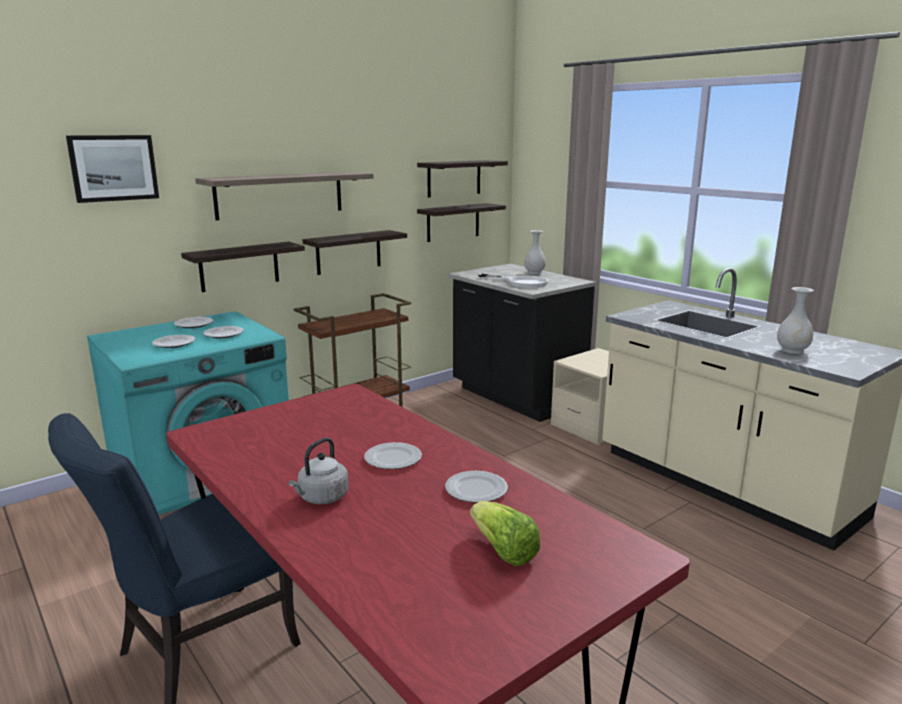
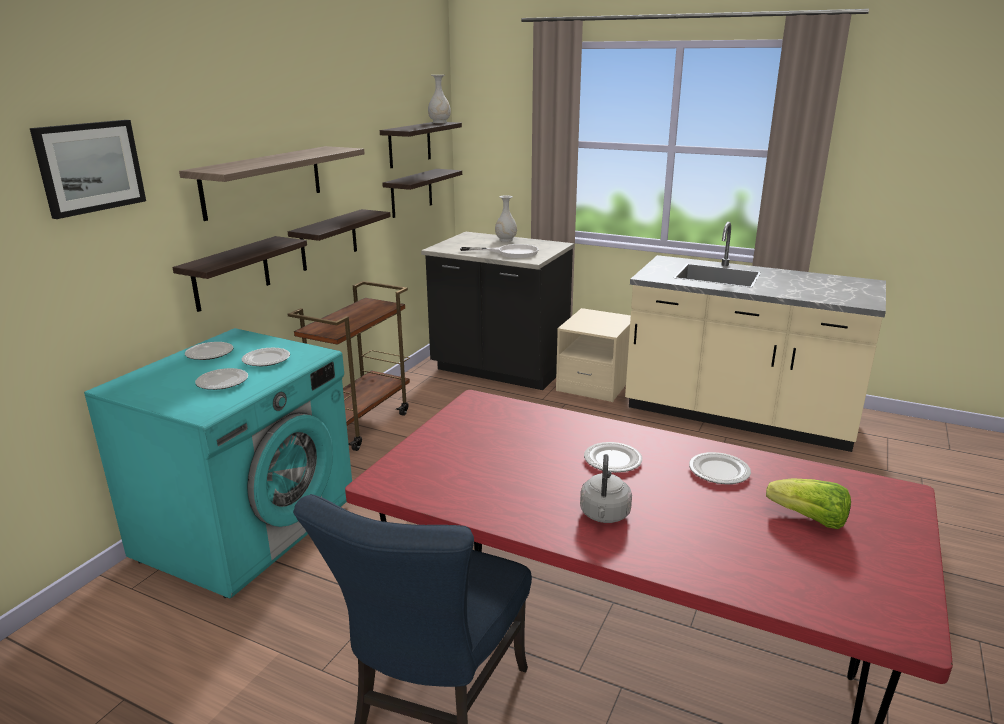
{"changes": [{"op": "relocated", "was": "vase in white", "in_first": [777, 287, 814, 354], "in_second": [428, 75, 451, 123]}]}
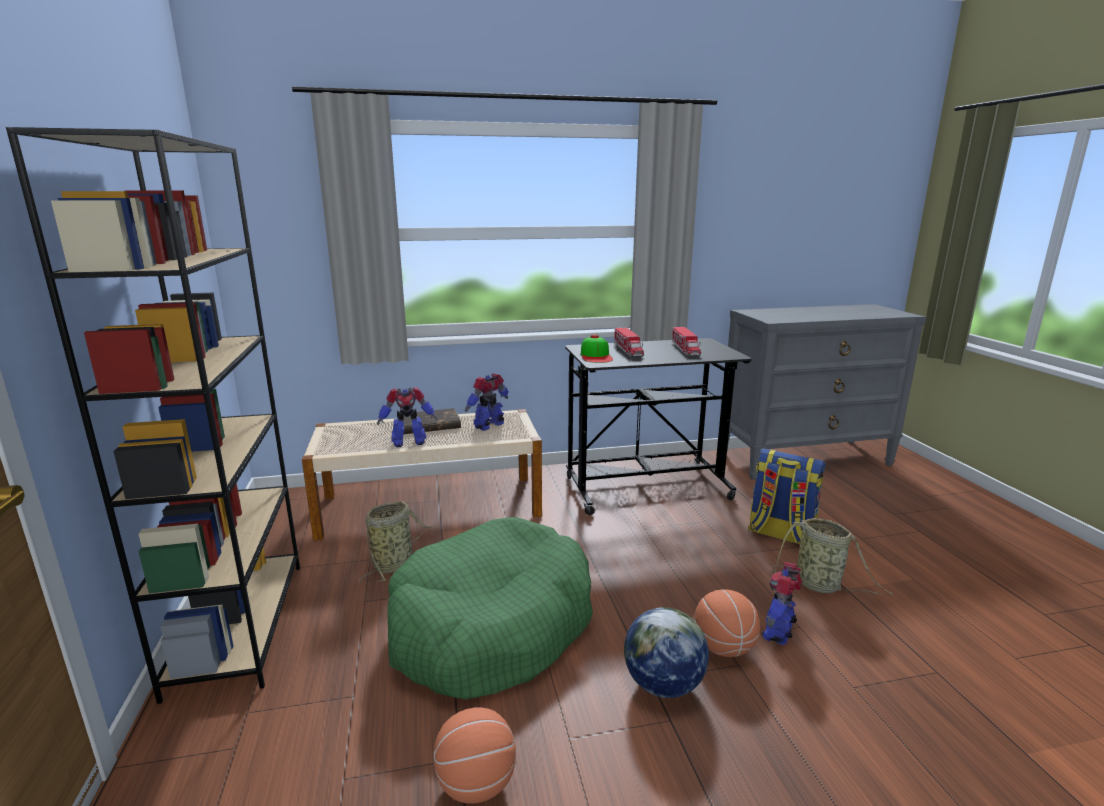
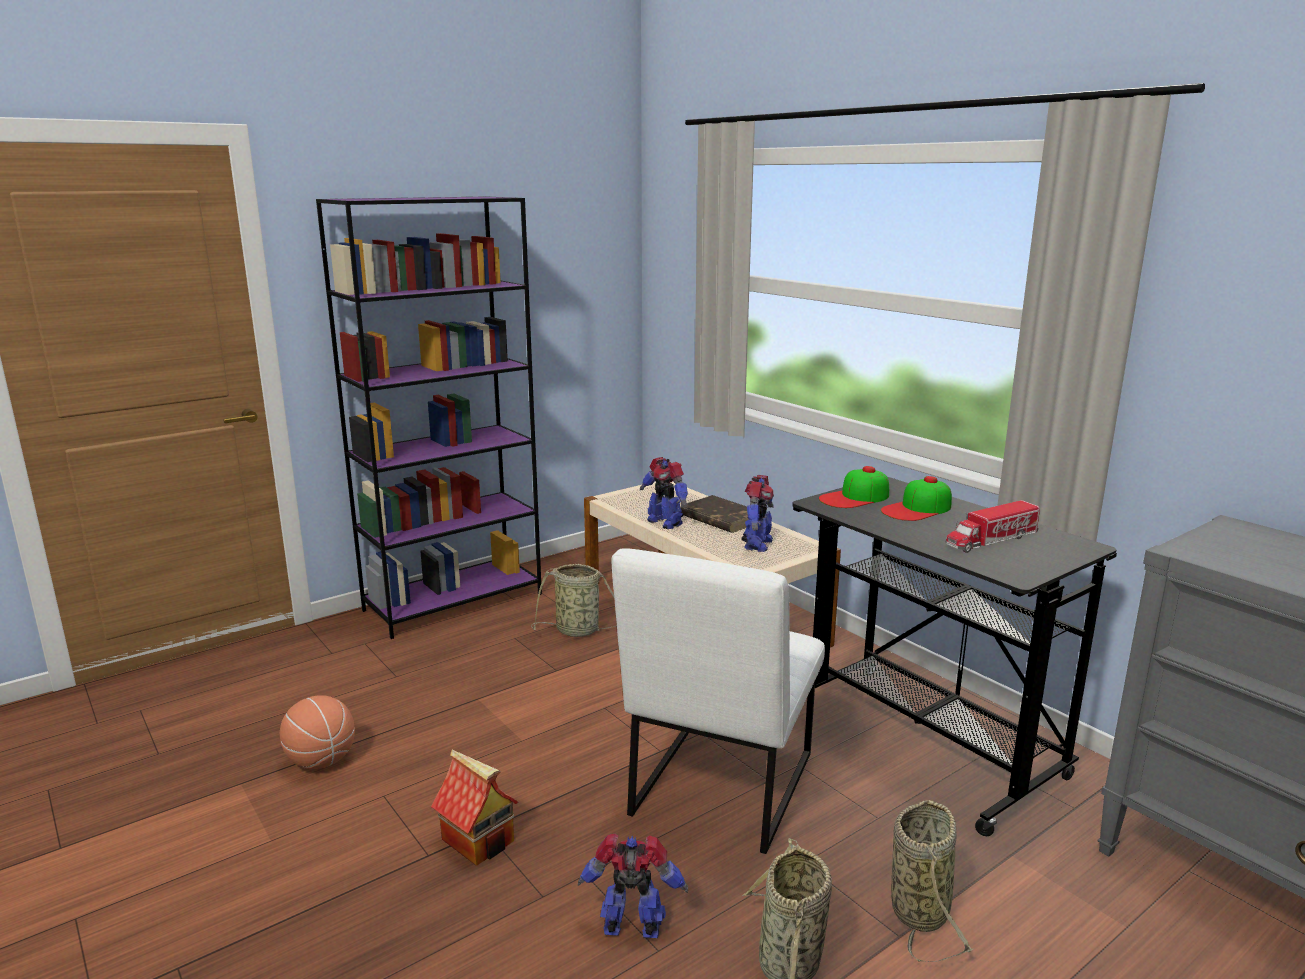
{"changes": [{"op": "missing", "was": "dog bed in green", "in_first": [387, 517, 593, 700]}, {"op": "missing", "was": "basketball", "in_first": [694, 589, 760, 657]}, {"op": "appeared", "now": "chair in white", "in_second": [612, 548, 825, 854]}, {"op": "exchanged", "was": "toy truck", "now": "cap", "in_first": [614, 328, 644, 357], "in_second": [881, 476, 952, 521]}, {"op": "exchanged", "was": "globe", "now": "toy house", "in_first": [624, 607, 709, 698], "in_second": [431, 749, 518, 866]}, {"op": "exchanged", "was": "backpack", "now": "basket", "in_first": [748, 449, 826, 544], "in_second": [891, 800, 973, 962]}, {"op": "colour", "was": "bookcase in beige", "now": "bookcase in purple", "in_first": [6, 127, 300, 704], "in_second": [316, 196, 542, 639]}, {"op": "spun", "was": "toy robot", "in_first": [465, 373, 508, 431], "in_second": [742, 475, 774, 552], "clockwise": 90}]}
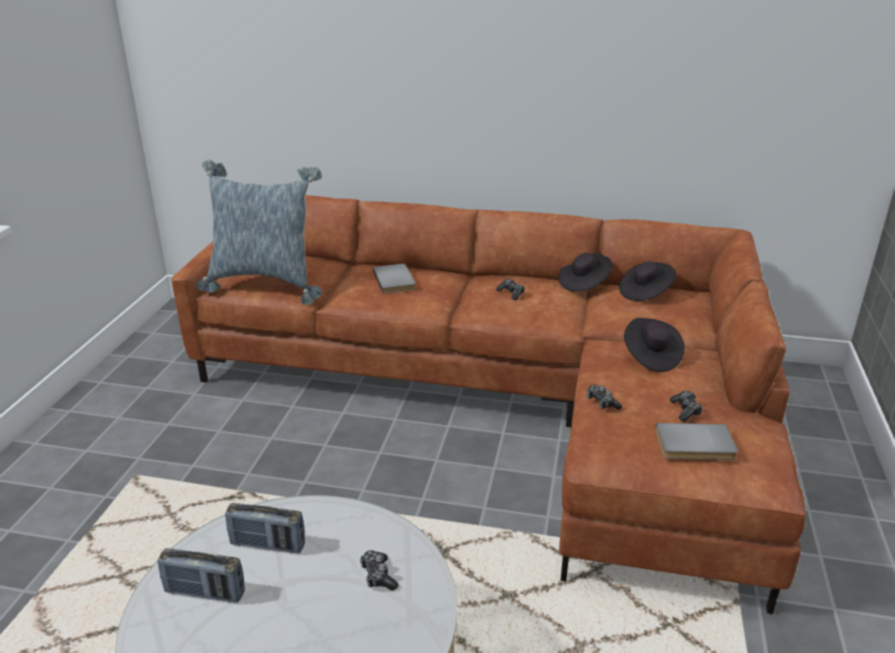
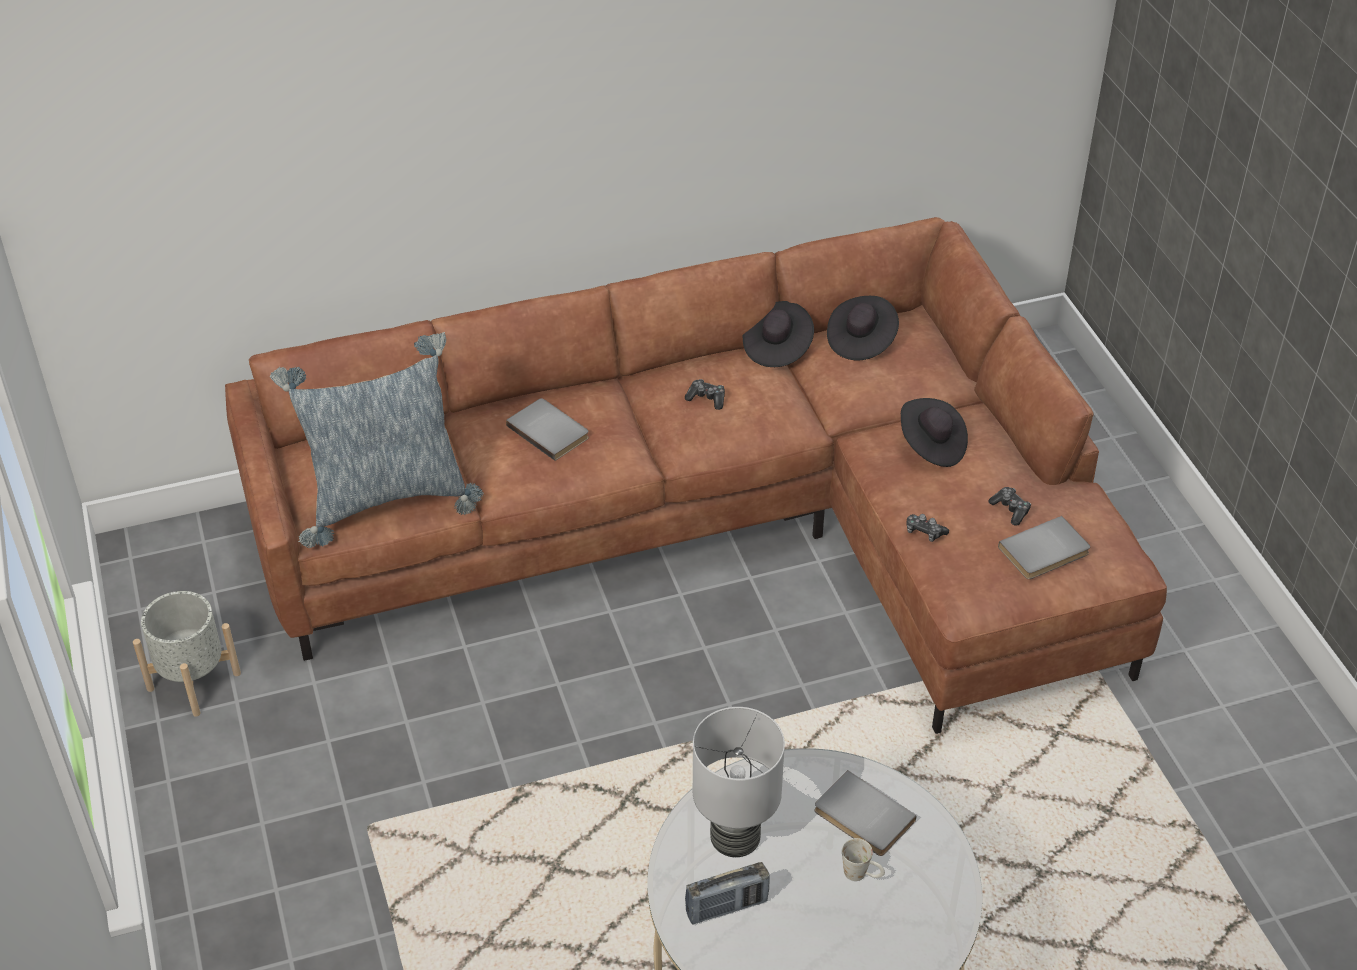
{"changes": [{"op": "appeared", "now": "planter in grey", "in_second": [133, 591, 241, 717]}, {"op": "appeared", "now": "mug in white", "in_second": [842, 838, 885, 881]}, {"op": "exchanged", "was": "radio", "now": "table lamp in grey", "in_first": [225, 503, 305, 553], "in_second": [693, 707, 785, 857]}, {"op": "exchanged", "was": "game controller", "now": "book in grey", "in_first": [360, 550, 398, 591], "in_second": [815, 770, 916, 856]}]}
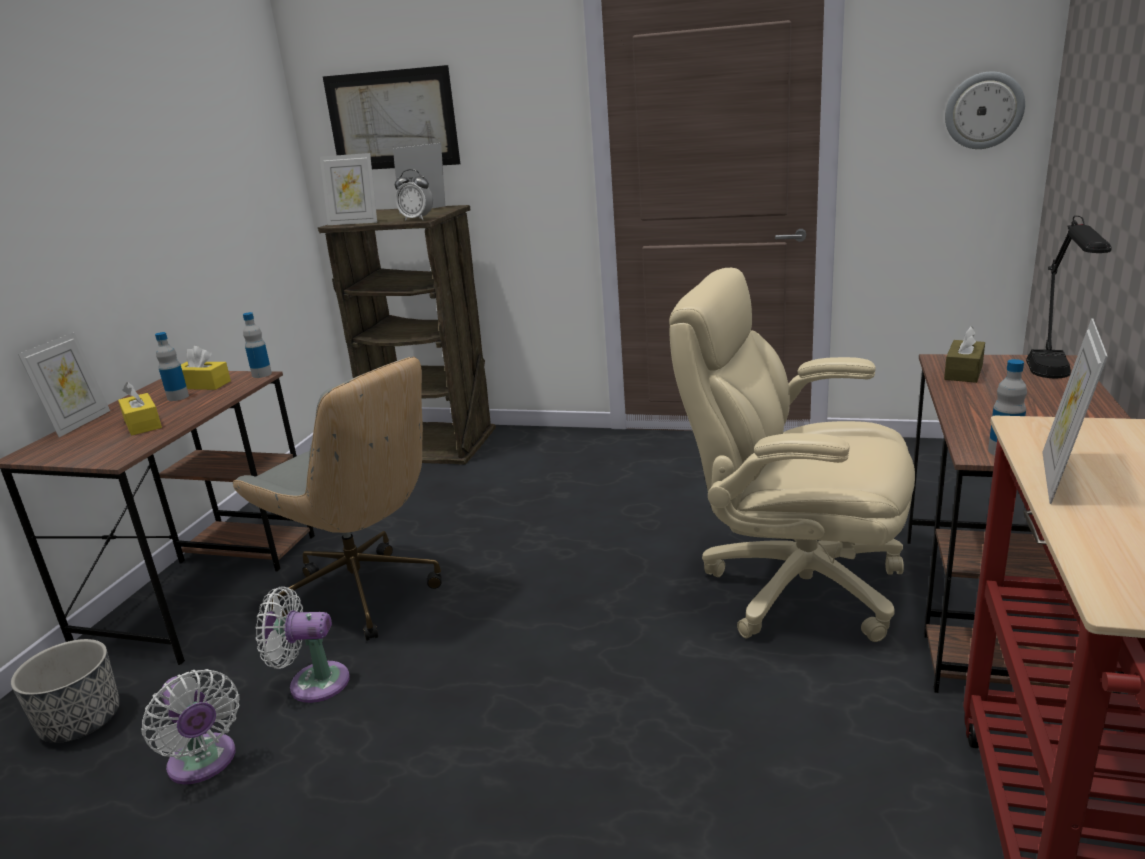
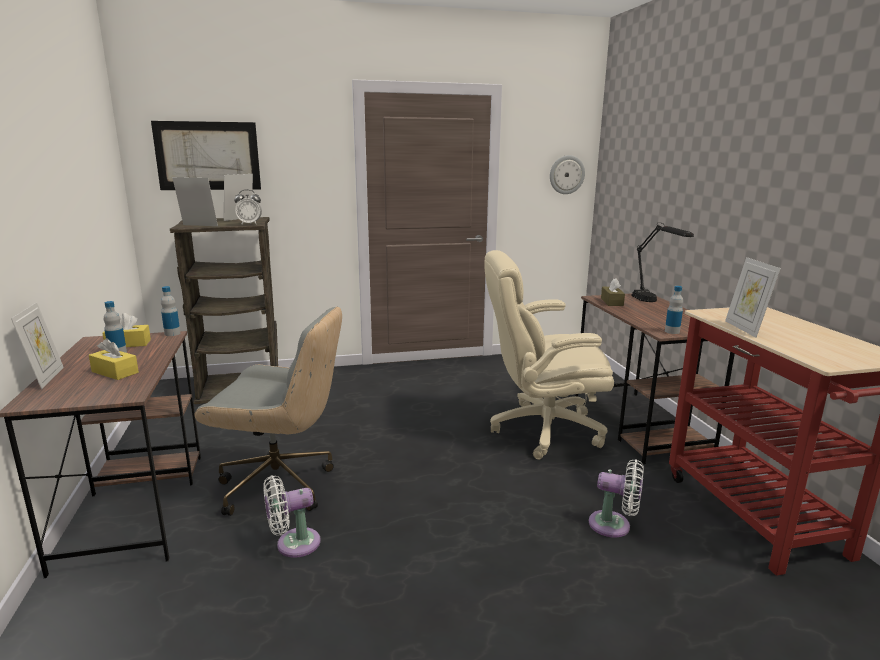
{"changes": [{"op": "missing", "was": "planter", "in_first": [11, 639, 120, 743]}, {"op": "relocated", "was": "fan in white", "in_first": [141, 669, 240, 784], "in_second": [589, 459, 644, 537]}, {"op": "spun", "was": "picture frame", "in_first": [320, 153, 377, 225], "in_second": [172, 177, 218, 226], "clockwise": -150}]}
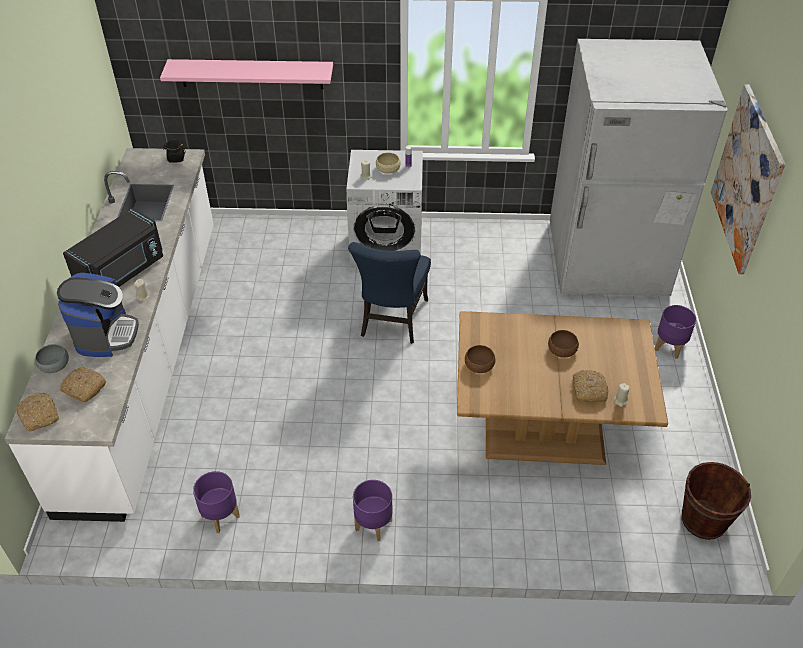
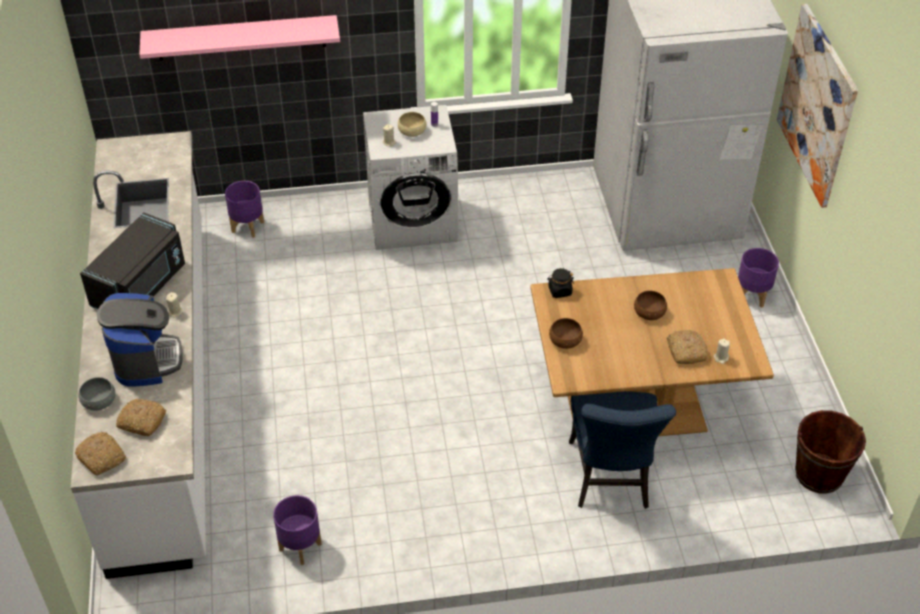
{"changes": [{"op": "relocated", "was": "jar in black", "in_first": [163, 140, 186, 162], "in_second": [547, 268, 574, 298]}, {"op": "relocated", "was": "chair in blue", "in_first": [348, 242, 431, 344], "in_second": [569, 391, 676, 509]}, {"op": "relocated", "was": "planter in purple", "in_first": [353, 480, 392, 541], "in_second": [225, 181, 264, 238]}]}
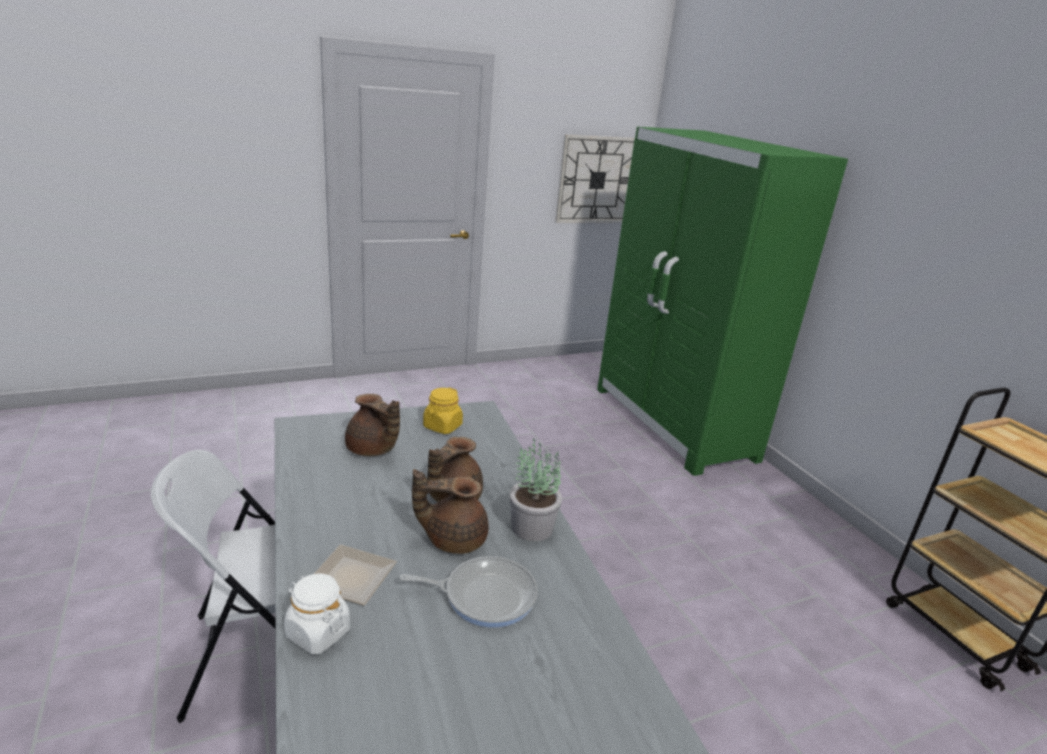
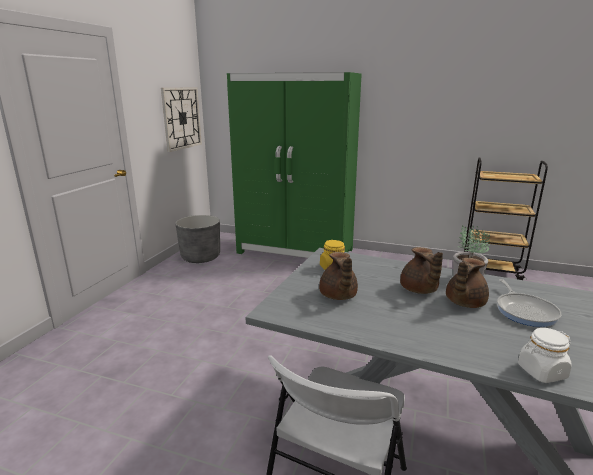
{"changes": [{"op": "missing", "was": "plate", "in_first": [314, 544, 397, 606]}, {"op": "appeared", "now": "planter in grey", "in_second": [175, 215, 220, 263]}, {"op": "spun", "was": "teapot in brown", "in_first": [345, 394, 400, 456], "in_second": [319, 252, 358, 300], "clockwise": 90}, {"op": "spun", "was": "frying pan", "in_first": [400, 556, 538, 628], "in_second": [497, 279, 561, 327], "clockwise": 135}]}
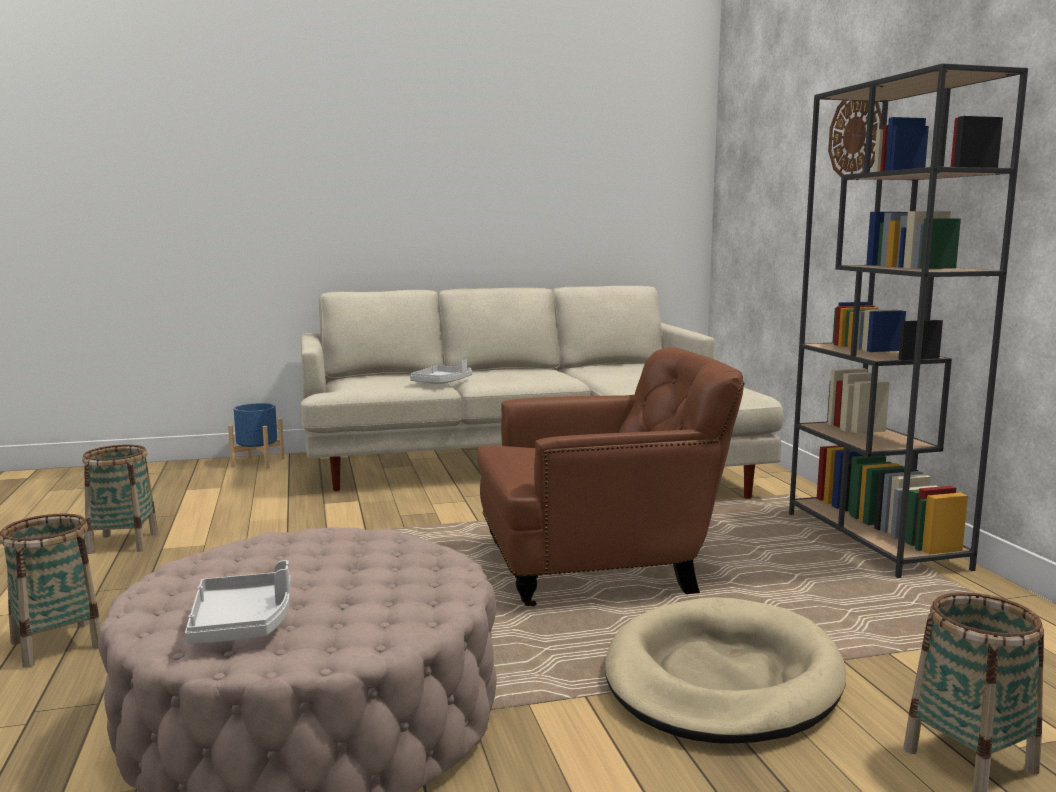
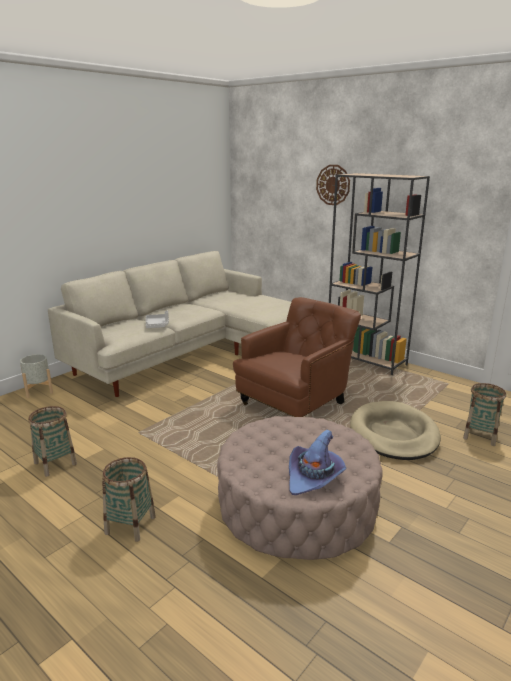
{"changes": [{"op": "exchanged", "was": "tray in grey", "now": "hat in purple", "in_first": [185, 560, 291, 644], "in_second": [289, 430, 347, 495]}, {"op": "colour", "was": "planter in blue", "now": "planter in grey", "in_first": [228, 403, 284, 469], "in_second": [20, 354, 53, 398]}]}
